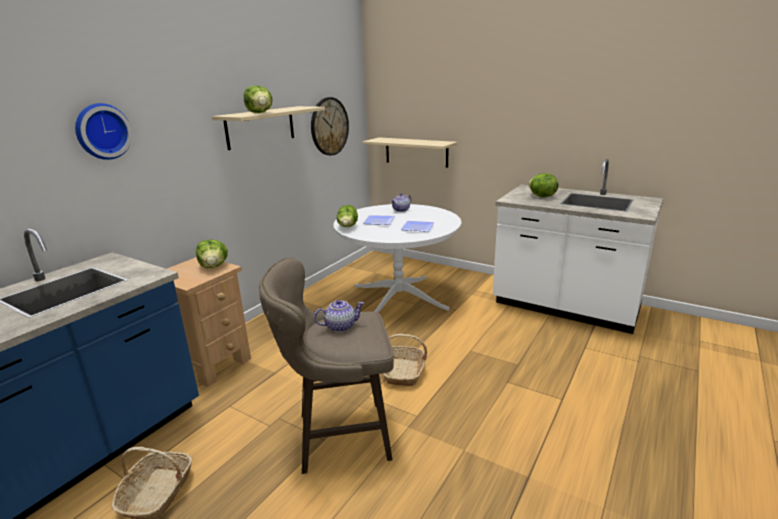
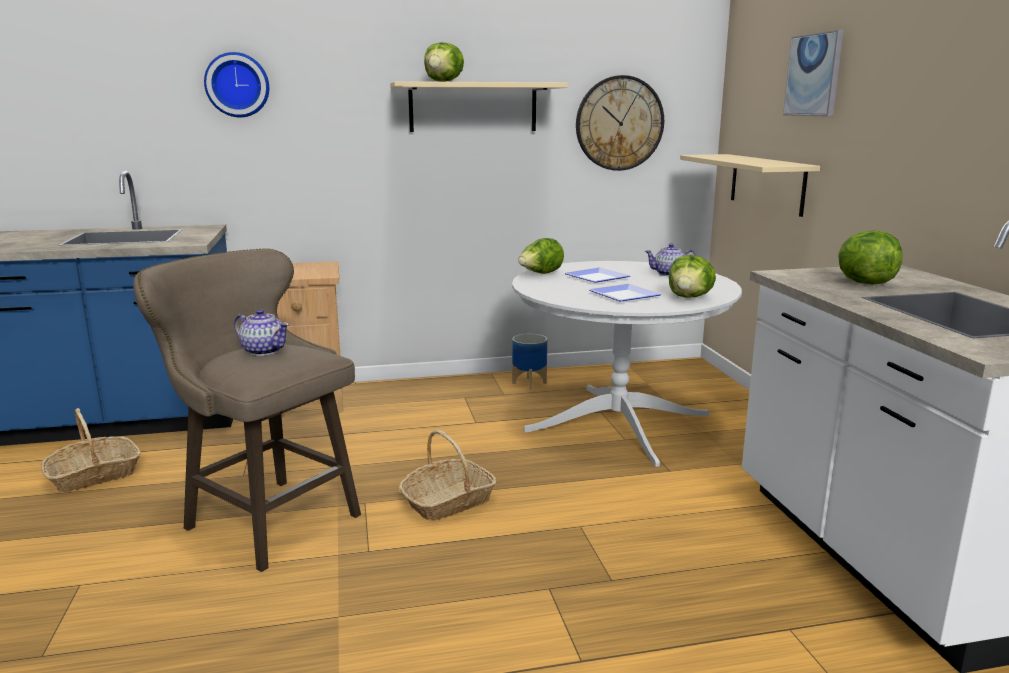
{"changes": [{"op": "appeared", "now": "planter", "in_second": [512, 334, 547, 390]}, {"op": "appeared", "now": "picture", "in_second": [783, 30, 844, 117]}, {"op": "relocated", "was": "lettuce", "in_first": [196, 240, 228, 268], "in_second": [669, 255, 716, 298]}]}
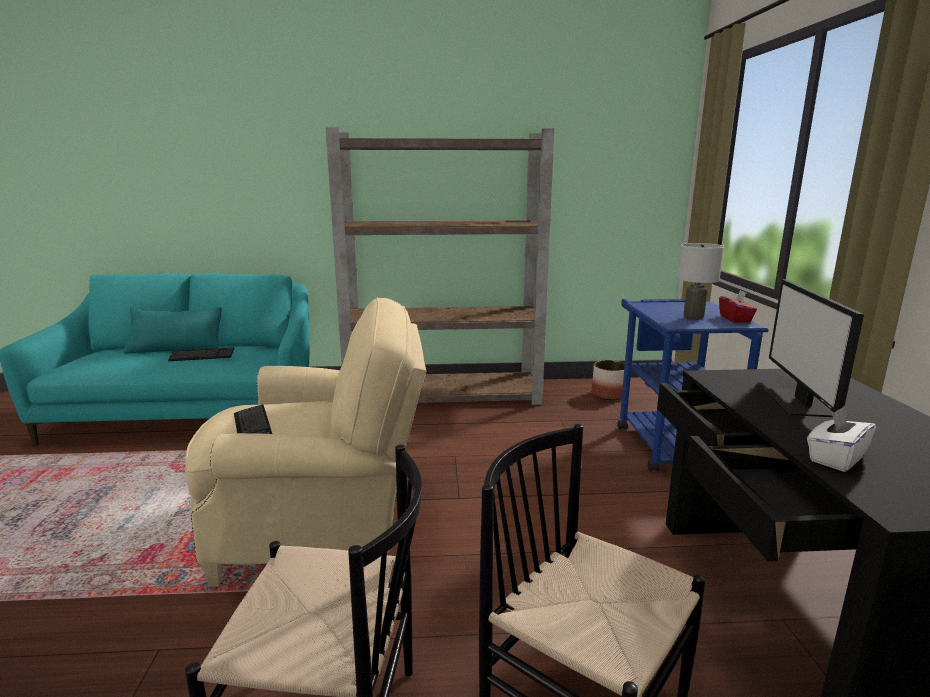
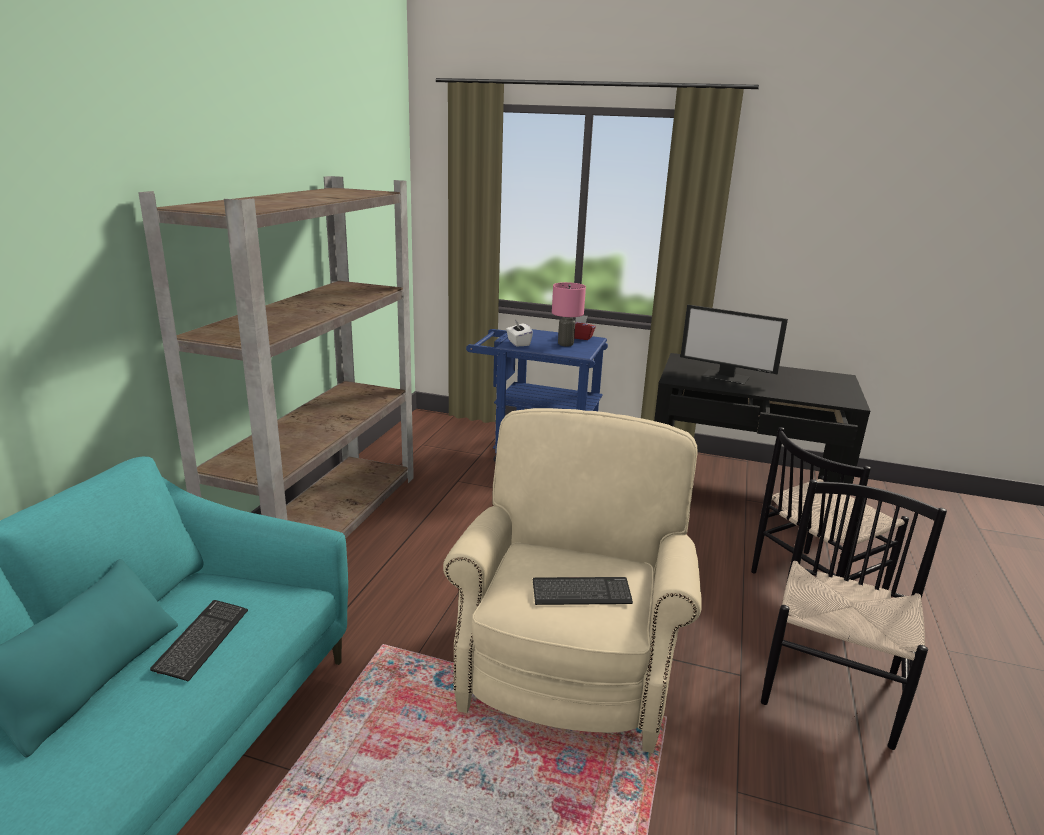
{"changes": [{"op": "missing", "was": "planter", "in_first": [592, 360, 625, 400]}, {"op": "relocated", "was": "tissue box in white", "in_first": [807, 406, 876, 472], "in_second": [506, 320, 533, 347]}, {"op": "colour", "was": "table lamp in white", "now": "table lamp in pink", "in_first": [678, 243, 724, 320], "in_second": [552, 282, 586, 347]}]}
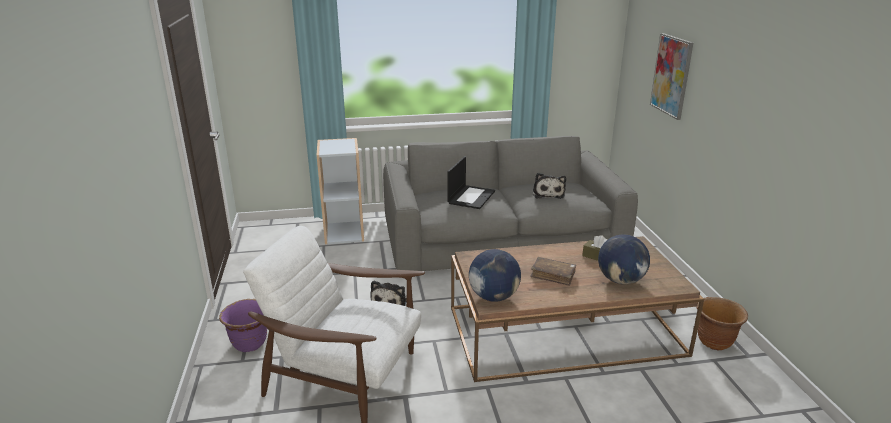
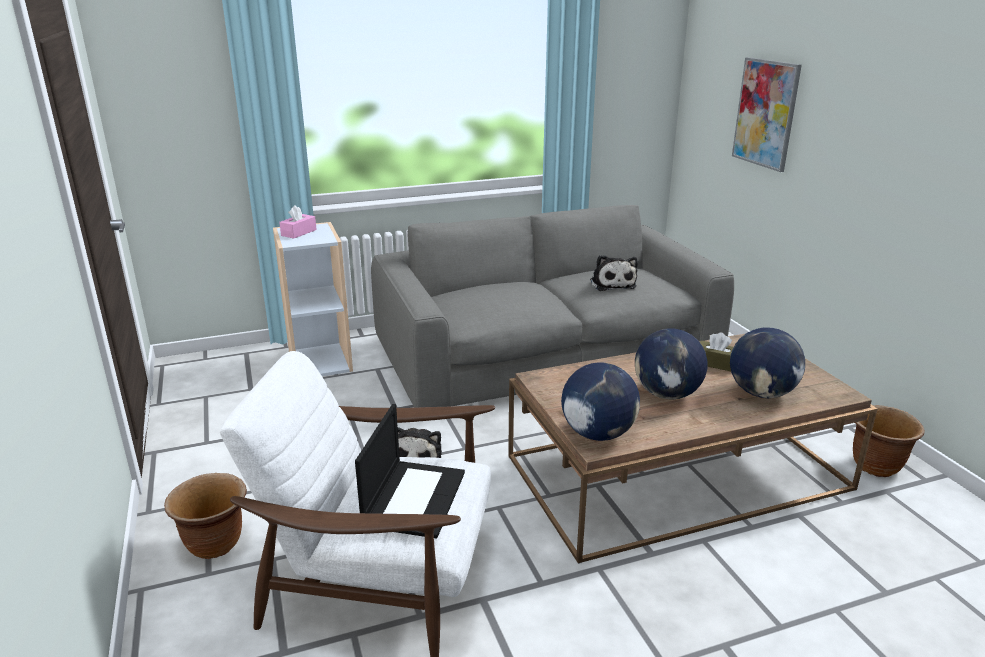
{"changes": [{"op": "appeared", "now": "tissue box in pink", "in_second": [279, 205, 317, 239]}, {"op": "relocated", "was": "laptop", "in_first": [447, 156, 495, 209], "in_second": [355, 404, 465, 538]}, {"op": "exchanged", "was": "book in brown", "now": "globe", "in_first": [530, 257, 576, 286], "in_second": [635, 328, 708, 400]}, {"op": "colour", "was": "planter in purple", "now": "planter in brown", "in_first": [219, 299, 267, 352], "in_second": [164, 473, 247, 559]}]}
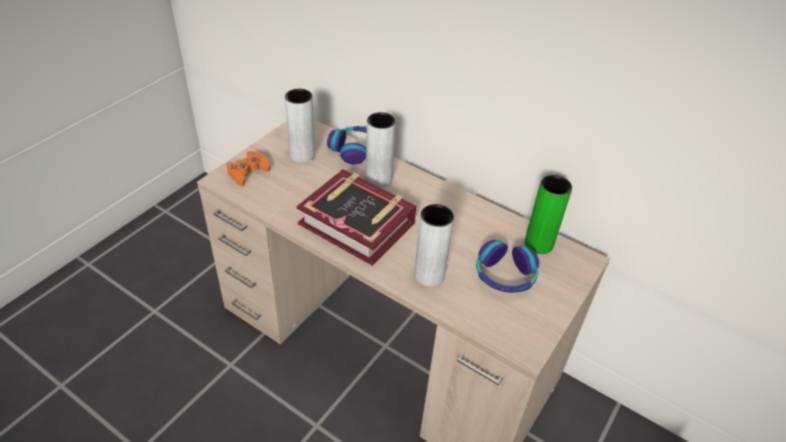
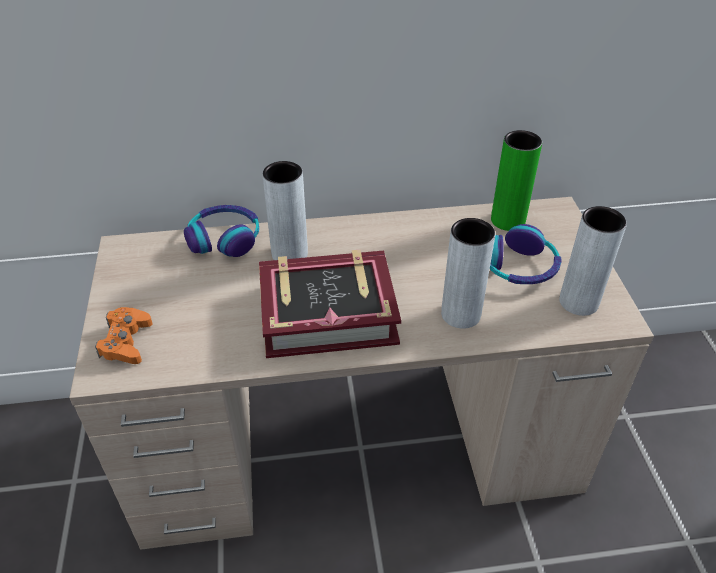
{"changes": [{"op": "relocated", "was": "vase in grey", "in_first": [285, 89, 315, 163], "in_second": [559, 206, 627, 316]}]}
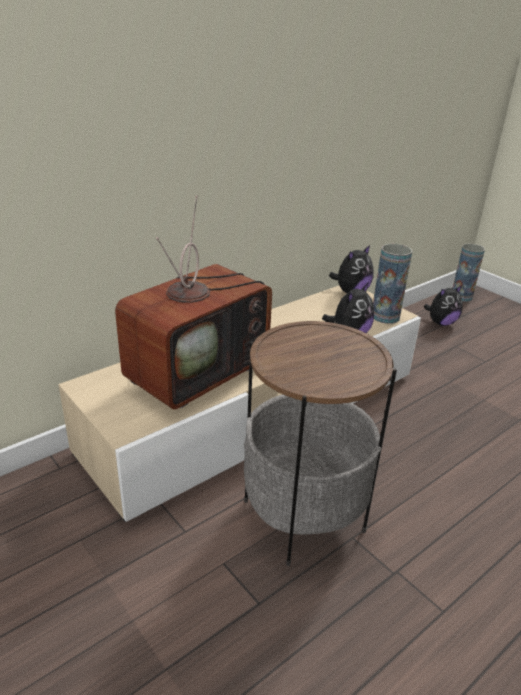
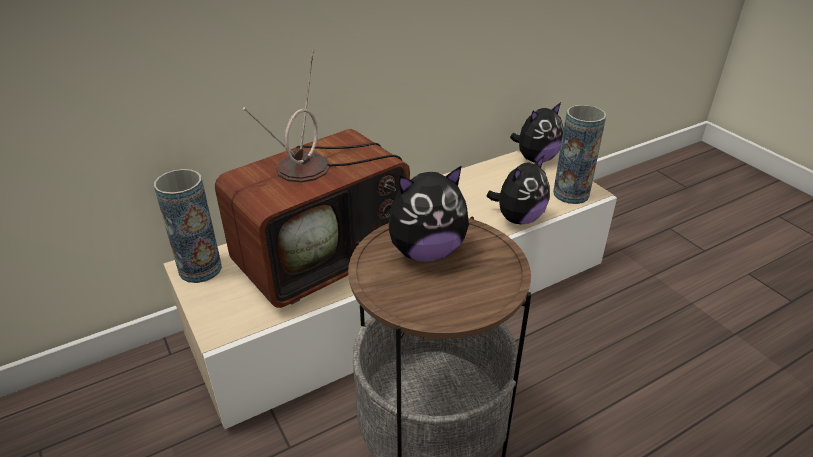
{"changes": [{"op": "relocated", "was": "plush toy", "in_first": [424, 285, 463, 326], "in_second": [389, 165, 469, 262]}, {"op": "relocated", "was": "vase", "in_first": [452, 244, 485, 302], "in_second": [154, 169, 222, 283]}]}
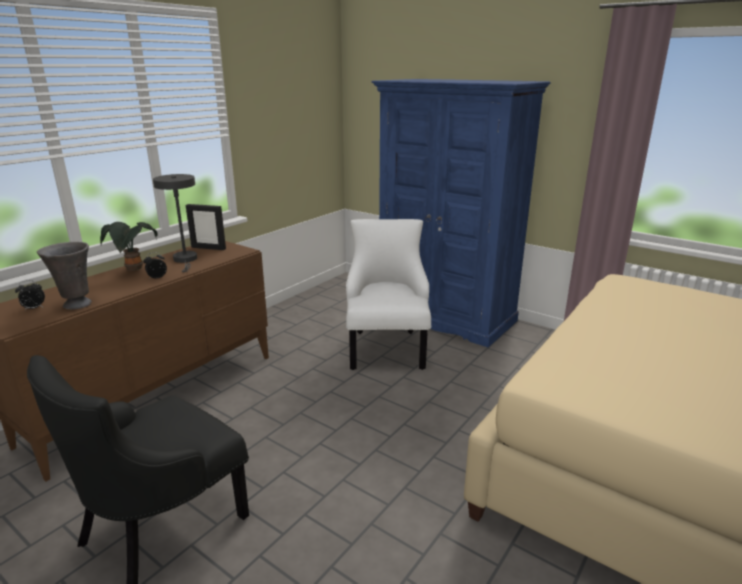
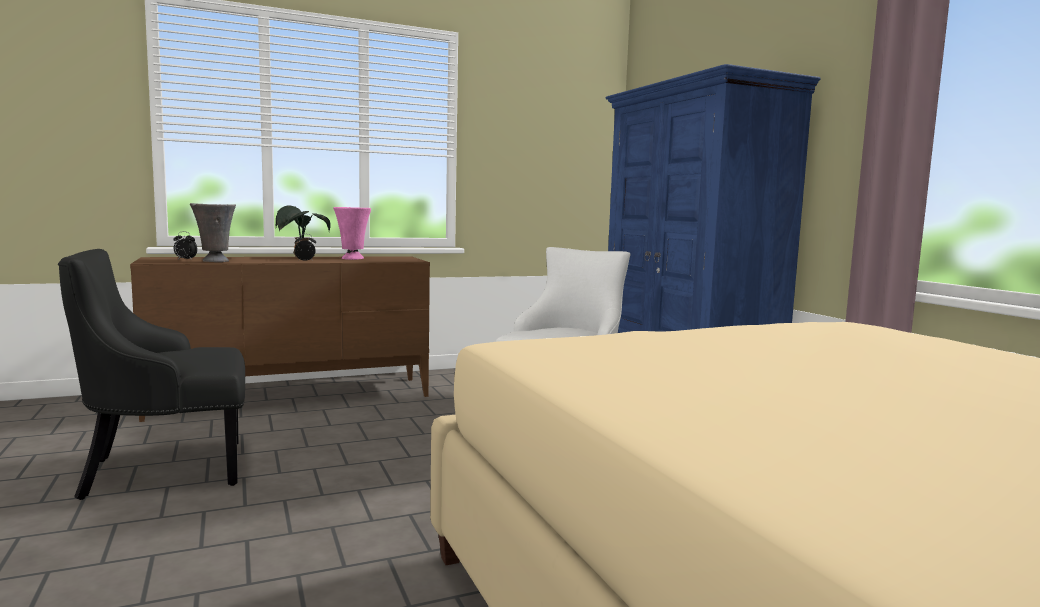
{"changes": [{"op": "missing", "was": "picture frame", "in_first": [186, 204, 226, 250]}, {"op": "exchanged", "was": "table lamp in grey", "now": "vase in pink", "in_first": [153, 174, 197, 272], "in_second": [333, 207, 371, 260]}]}
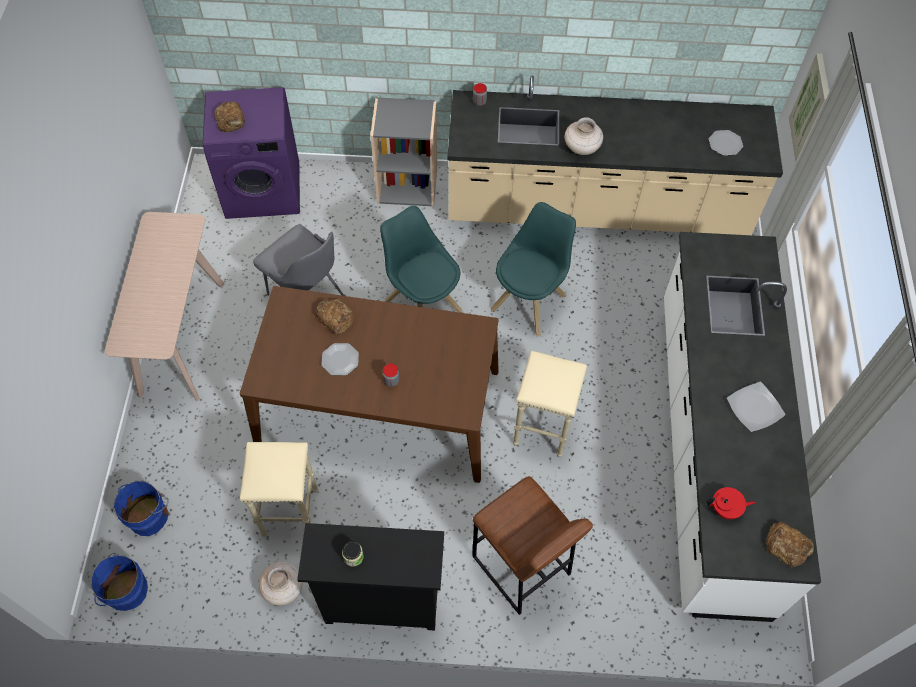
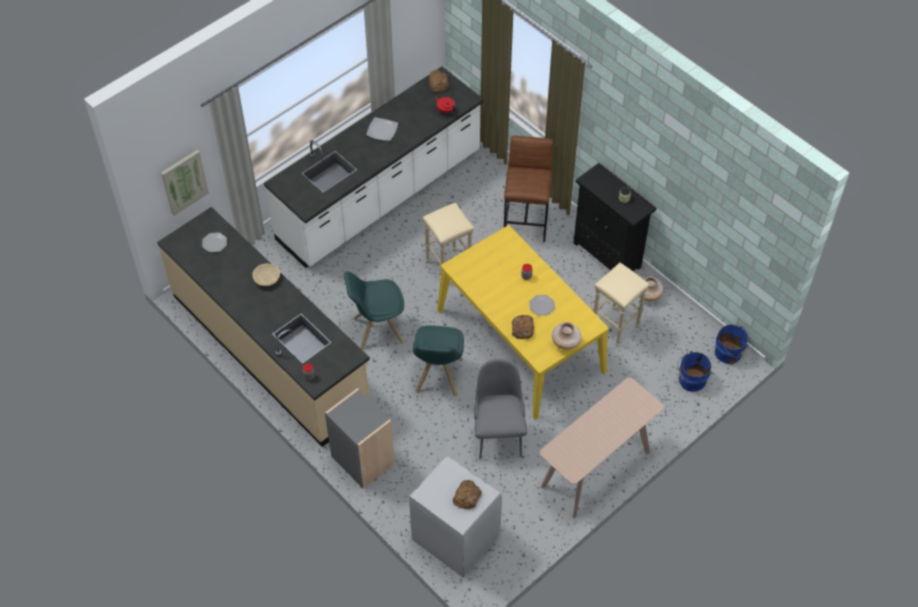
{"changes": [{"op": "appeared", "now": "bowl in beige", "in_second": [252, 264, 280, 286]}, {"op": "relocated", "was": "vase in beige", "in_first": [565, 117, 603, 155], "in_second": [552, 322, 581, 350]}, {"op": "colour", "was": "washing machine in purple", "now": "washing machine in white", "in_first": [203, 87, 300, 219], "in_second": [409, 455, 502, 577]}, {"op": "colour", "was": "dining table in brown", "now": "dining table in yellow", "in_first": [240, 286, 499, 483], "in_second": [437, 225, 609, 419]}]}
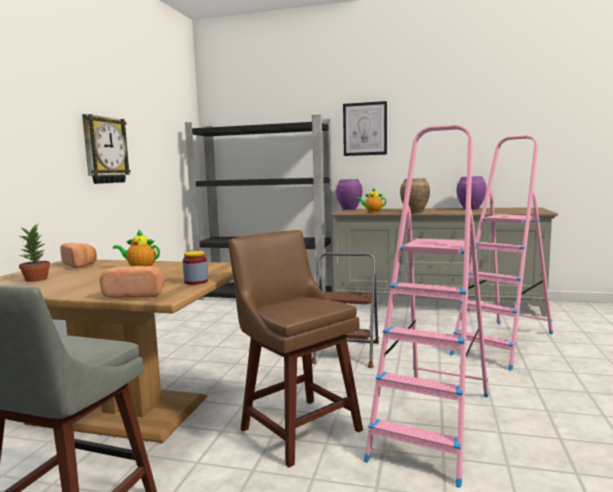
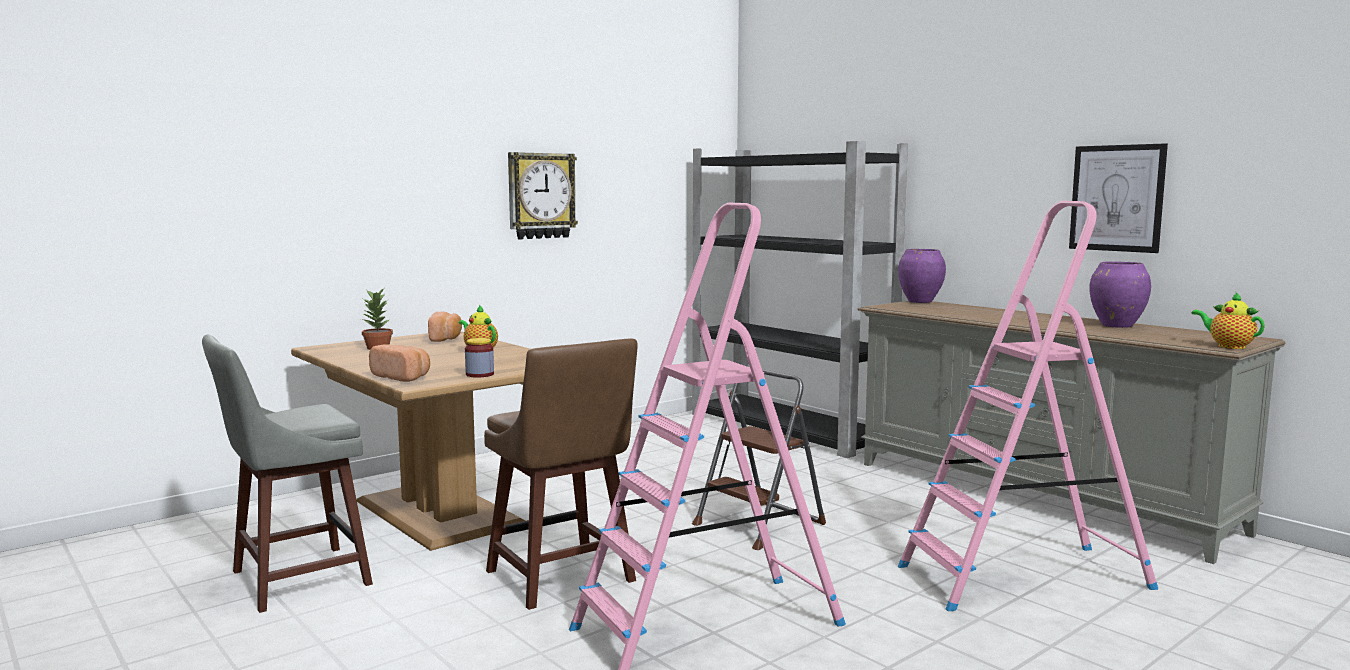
{"changes": [{"op": "missing", "was": "vase in brown", "in_first": [400, 178, 430, 213]}, {"op": "relocated", "was": "picture", "in_first": [343, 101, 387, 156], "in_second": [1069, 143, 1168, 253]}, {"op": "relocated", "was": "teapot", "in_first": [356, 187, 386, 213], "in_second": [1192, 292, 1265, 349]}, {"op": "spun", "was": "chair in brown", "in_first": [228, 230, 363, 468], "in_second": [484, 339, 638, 610], "clockwise": 150}]}
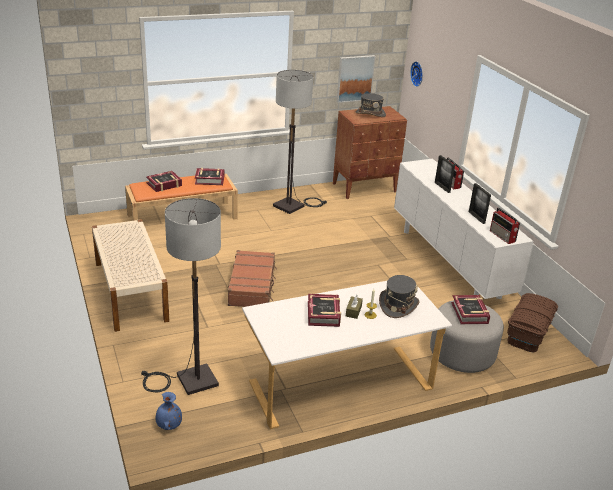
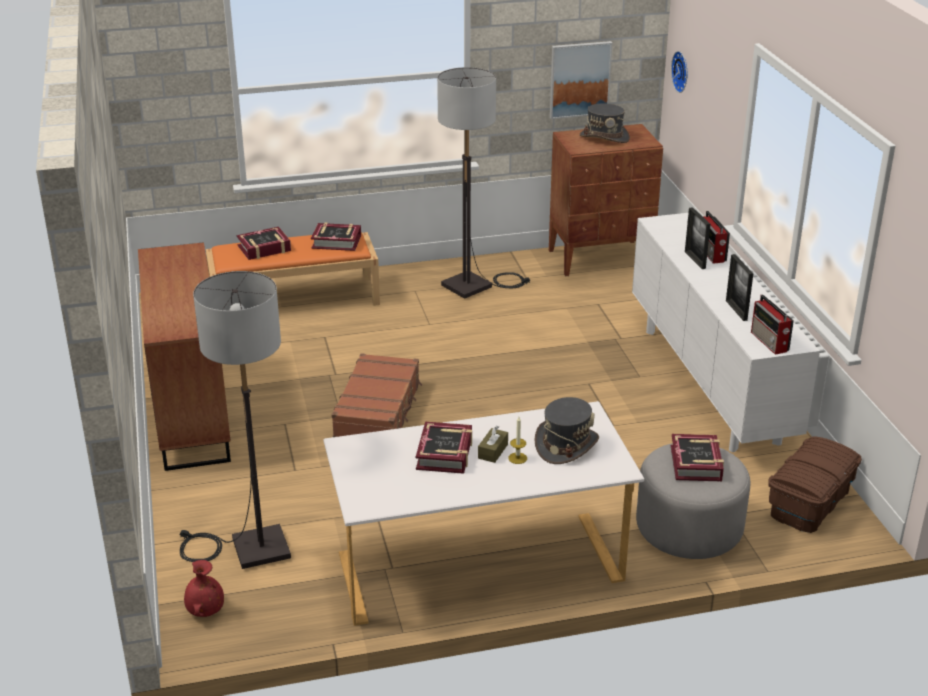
{"changes": [{"op": "exchanged", "was": "bench in beige", "now": "dresser in brown", "in_first": [92, 219, 170, 332], "in_second": [138, 242, 231, 471]}, {"op": "colour", "was": "vase in blue", "now": "vase in red", "in_first": [156, 392, 182, 430], "in_second": [184, 560, 224, 617]}]}
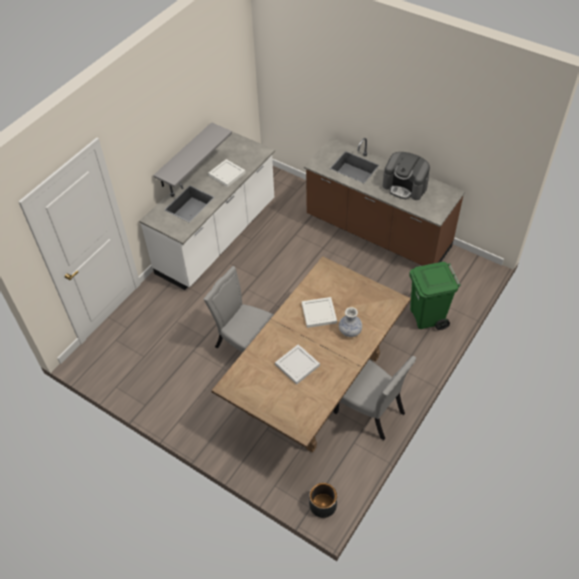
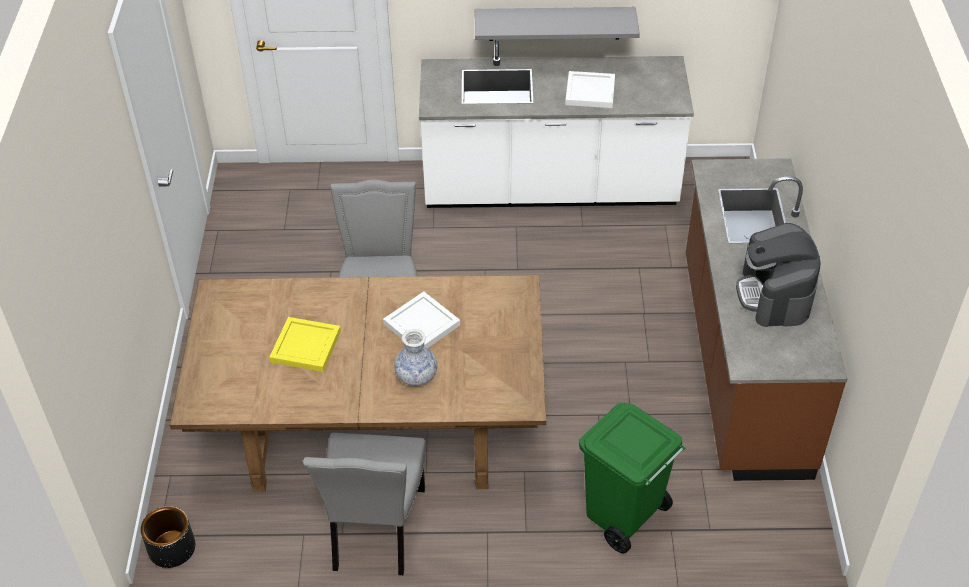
{"changes": [{"op": "colour", "was": "tray in white", "now": "tray in yellow", "in_first": [275, 344, 320, 385], "in_second": [269, 317, 341, 372]}]}
